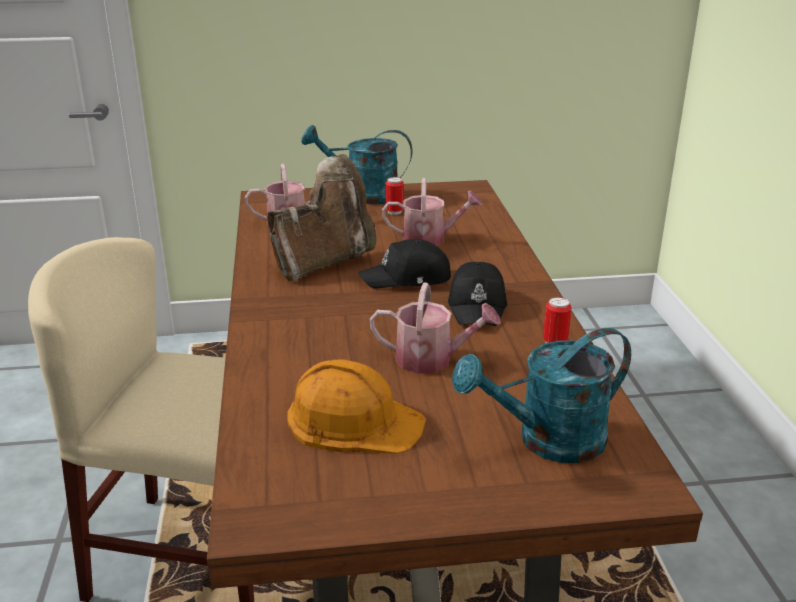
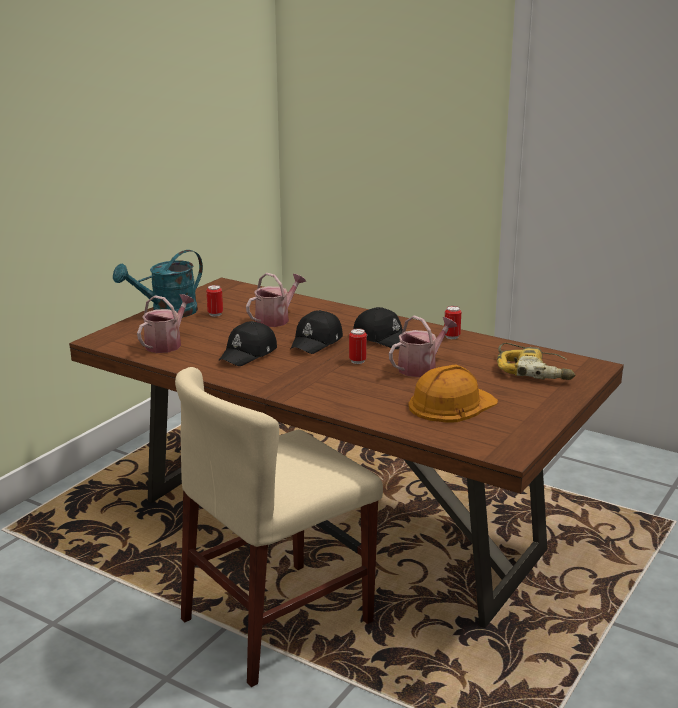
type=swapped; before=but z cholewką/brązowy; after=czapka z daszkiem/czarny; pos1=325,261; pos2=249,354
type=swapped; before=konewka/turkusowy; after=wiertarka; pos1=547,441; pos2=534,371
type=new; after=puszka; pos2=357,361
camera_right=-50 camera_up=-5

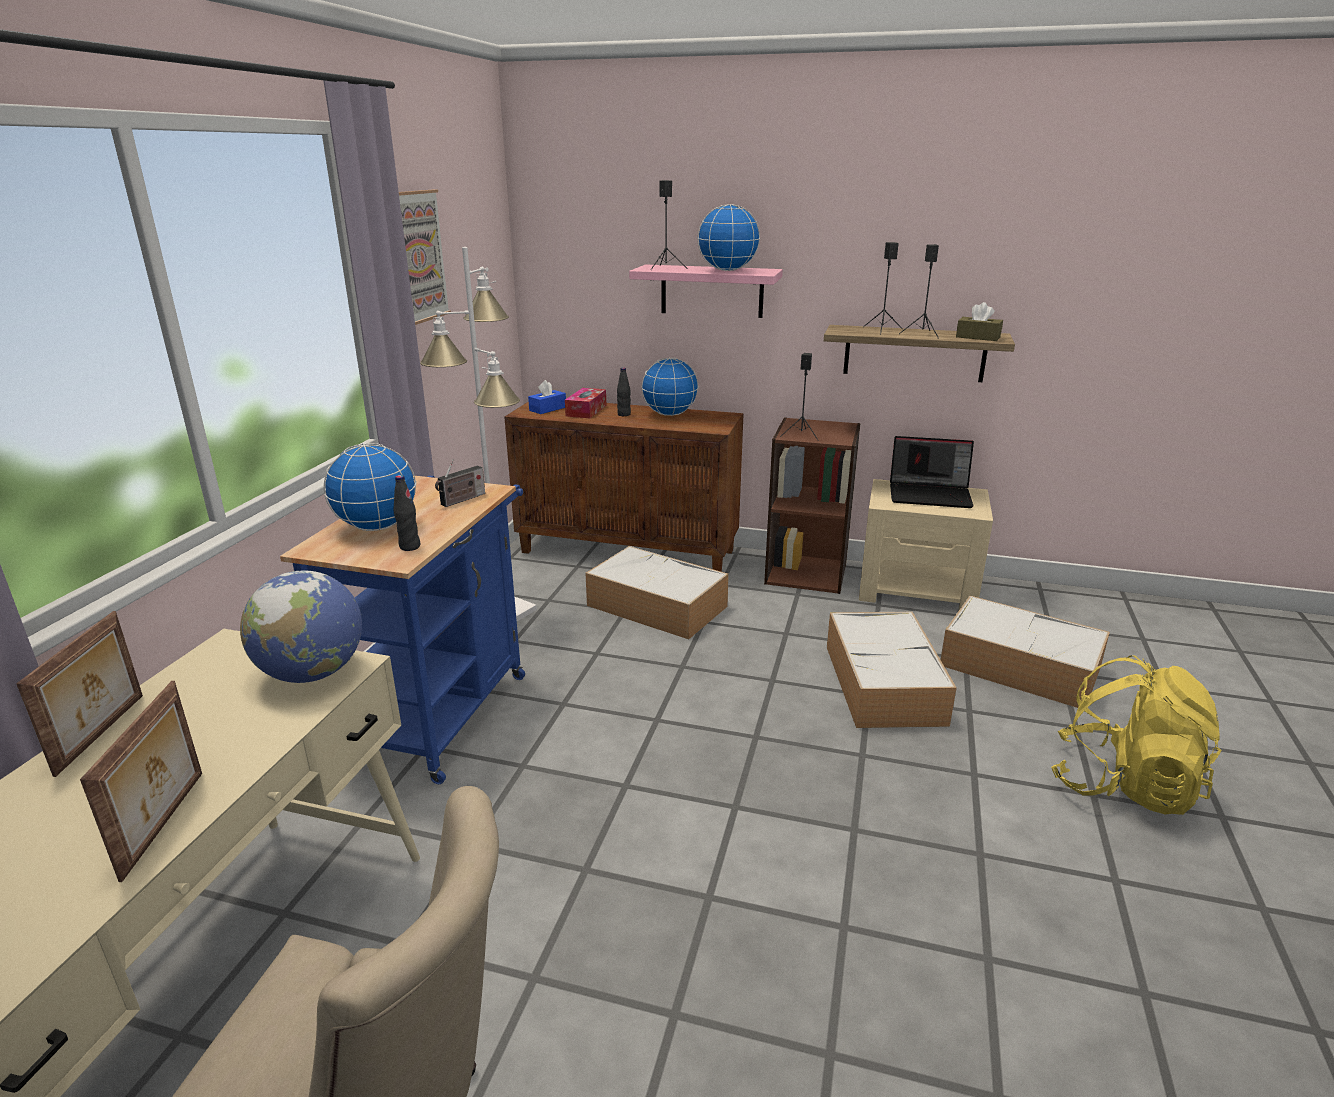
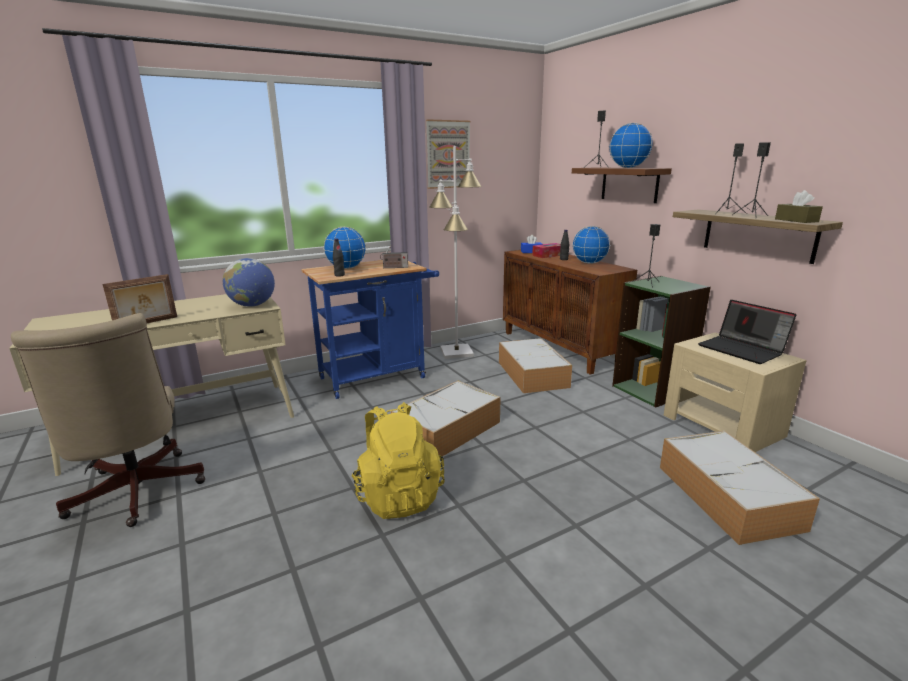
type=repainted; before=półka/różowy; after=półka/brązowy; pos1=712,291; pos2=629,184
type=repainted; before=regał/brązowy; after=regał/zielony; pos1=806,572; pos2=652,390
type=gone; before=ramka na zdjęcie; pos1=103,733
type=shifted; before=pojemnik do przechowywania; pos1=884,685; pos2=446,430
type=shifted; before=plecak/żółty; pos1=1123,785; pos2=398,495
camera_right=45 camera_up=-5

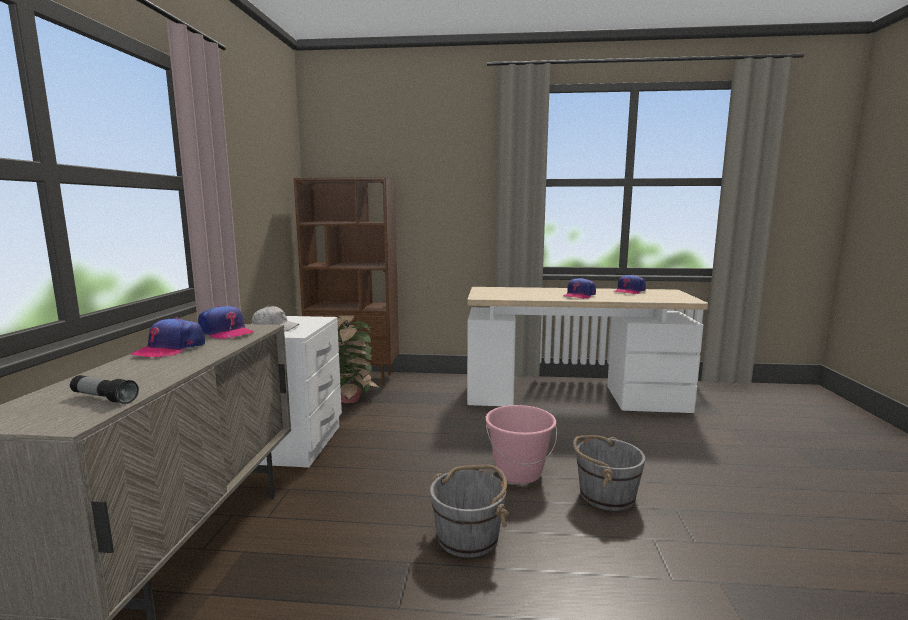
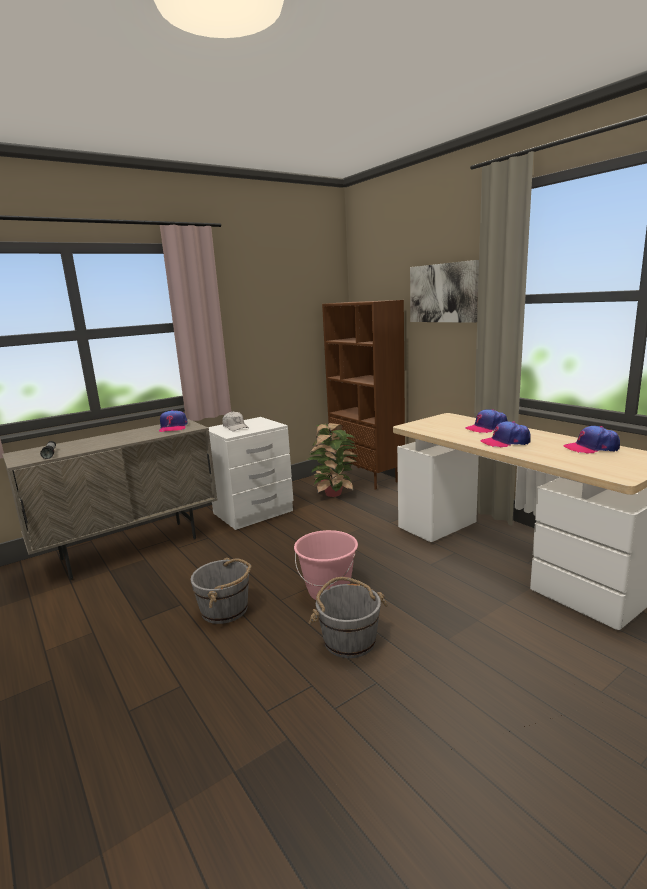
type=shifted; before=czapka z daszkiem; pos1=170,349; pos2=486,428
type=new; after=obraz; pos2=443,293
camera_right=50 camera_up=5

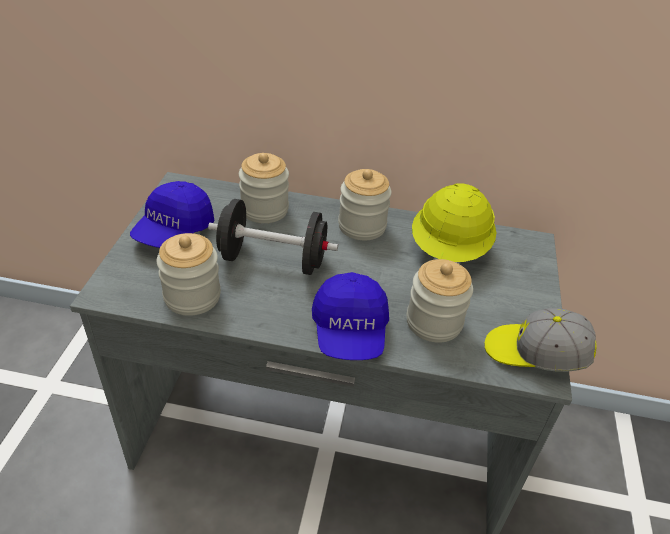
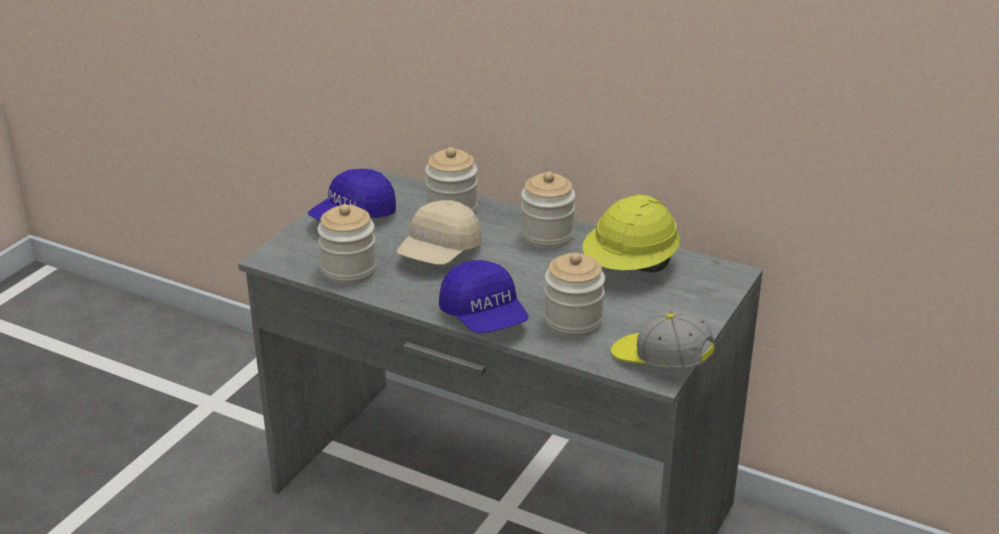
type=swapped; before=hantel/czarny; after=czapka z daszkiem/beżowy; pos1=273,260; pos2=439,253
type=rotated; before=czapka z daszkiem/niebieski; pos1=350,332; pos2=484,317; turn=-45
camera_right=20 camera_up=-10

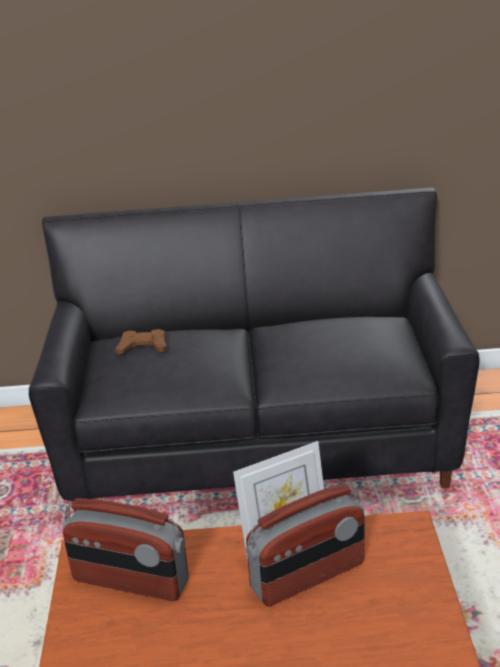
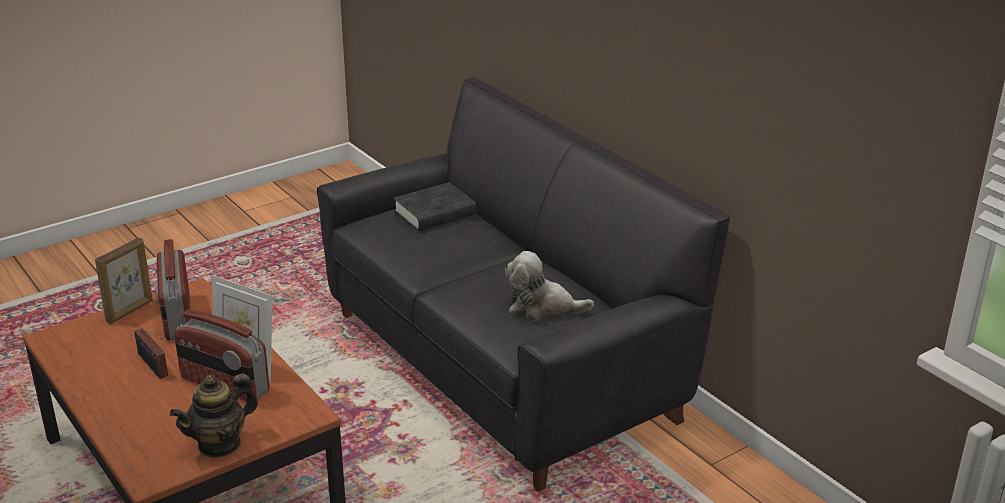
type=swapped; before=pad do gier/brązowy; after=książka/czarny; pos1=143,347; pos2=434,213
type=new; after=ramka na zdjęcie; pos2=130,311
type=new; after=pluszak; pos2=542,307
type=new; after=radio; pos2=153,366
type=new; after=imbryk; pos2=219,444
camera_right=55 camera_up=0

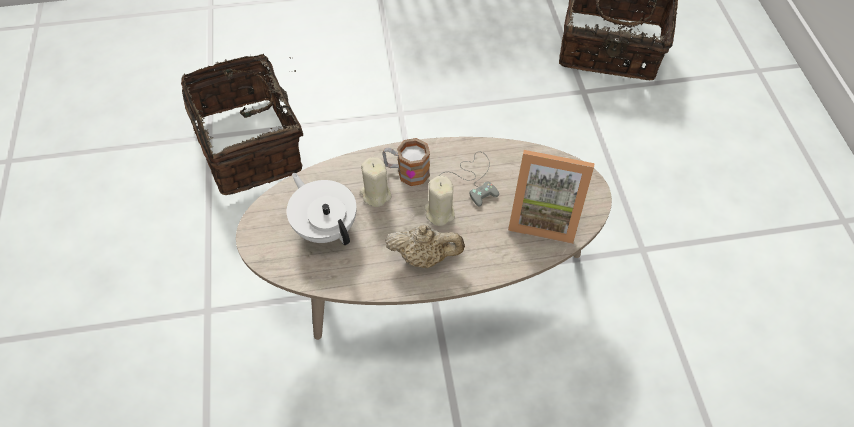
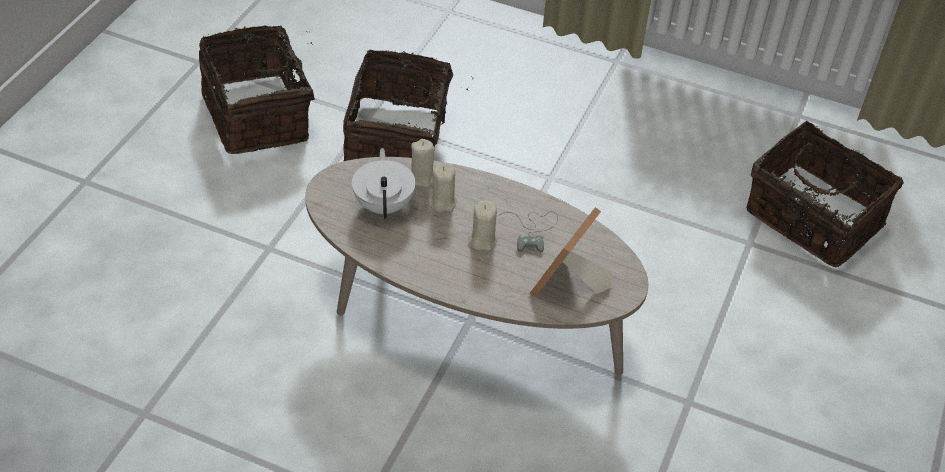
type=gone; before=kubek; pos1=406,172
type=rotated; before=ramka na zdjęcie; pos1=543,215; pos2=568,285; turn=75
type=gone; before=imbryk/beżowy; pos1=424,256
type=new; after=koszyk; pos2=260,115
type=new; after=świeca/beżowy; pos2=422,177
camera_right=30 camera_up=-10

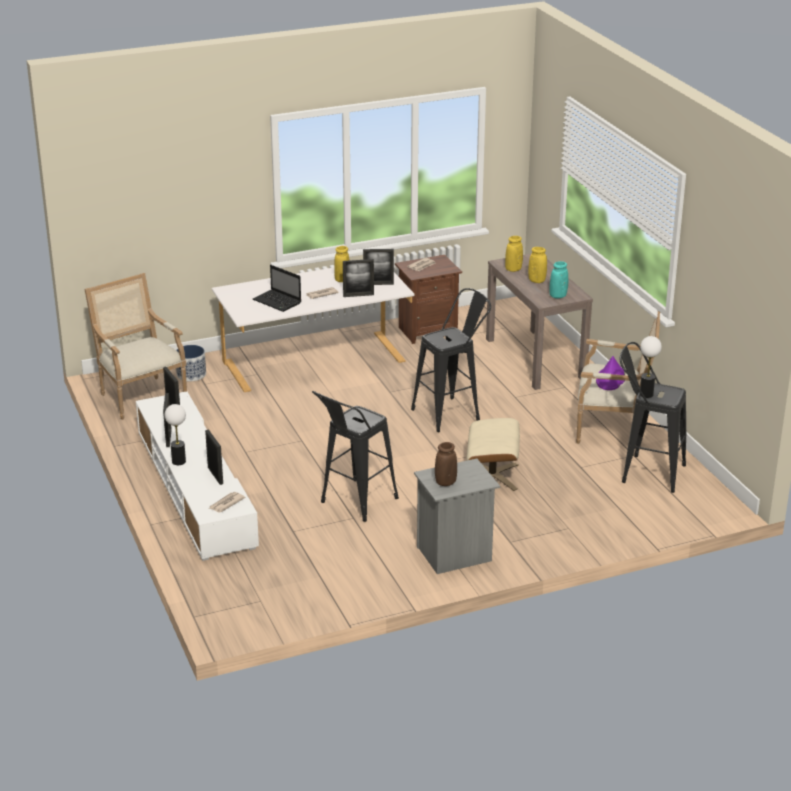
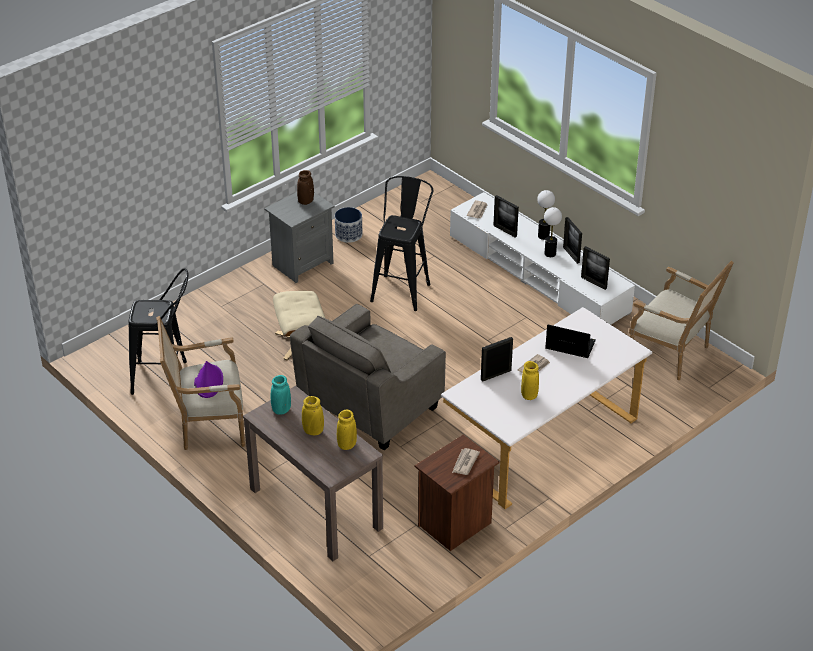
type=gone; before=ramka na zdjęcie; pos1=378,284
type=swapped; before=stołek/czarny; after=fotel/szary; pos1=452,413; pos2=369,406
type=shifted; before=lampa stołowa; pos1=646,394; pos2=550,253
type=shifted; before=donica; pos1=191,375; pos2=348,235
camera_right=160 camera_up=10

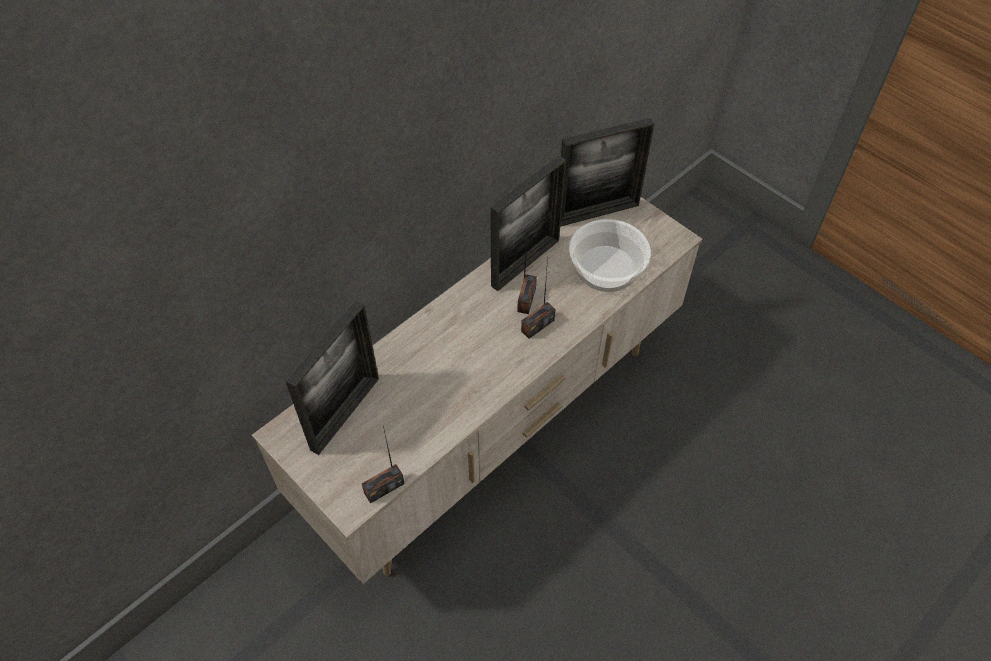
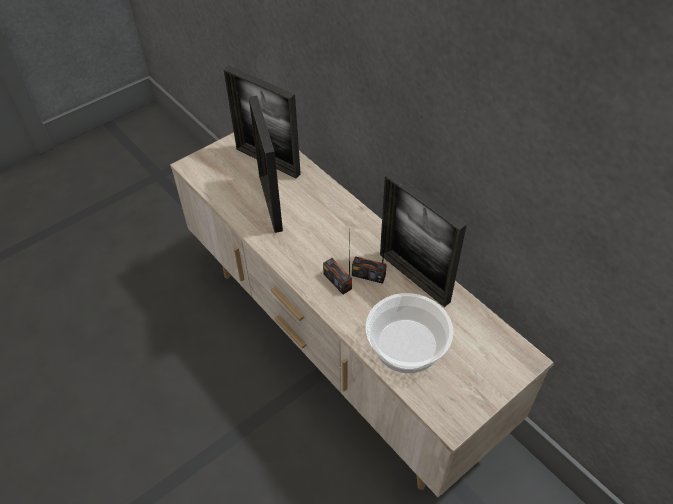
type=shifted; before=ramka na zdjęcie; pos1=597,213; pos2=270,203
type=gone; before=radio; pos1=384,488
camera_right=95 camera_up=-5

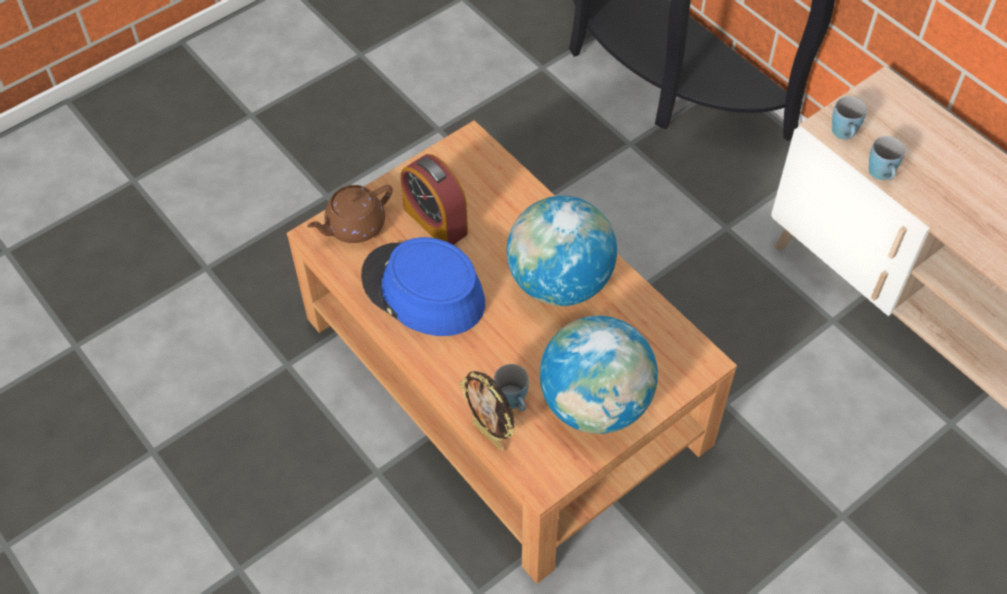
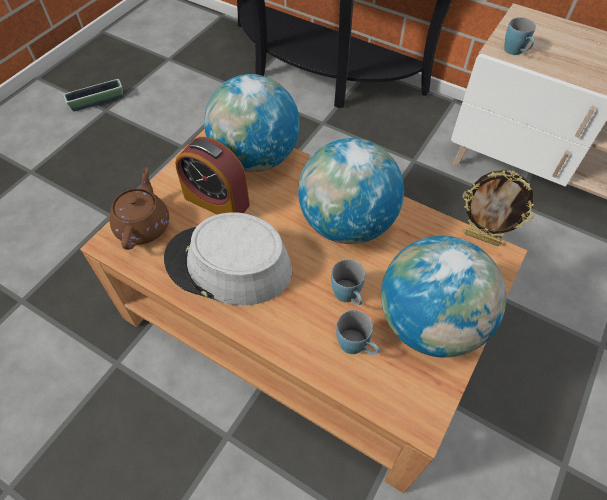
type=shifted; before=kubek/niebieski; pos1=882,175; pos2=348,297
type=rotated; before=imbryk/brązowy; pos1=354,226; pos2=143,225; turn=150
type=repainted; before=kapelusz/niebieski; after=kapelusz/szary; pos1=423,291; pos2=228,265
type=shifted; before=ramka na zdjęcie; pos1=489,436; pos2=481,238
type=new; after=globus; pos2=255,157
type=new; after=donica; pos2=97,101
camera_right=-20 camera_up=0

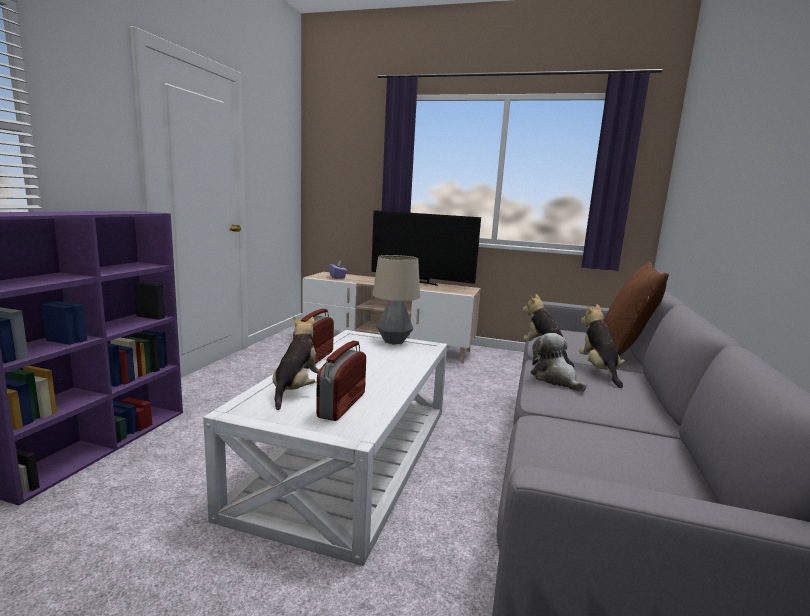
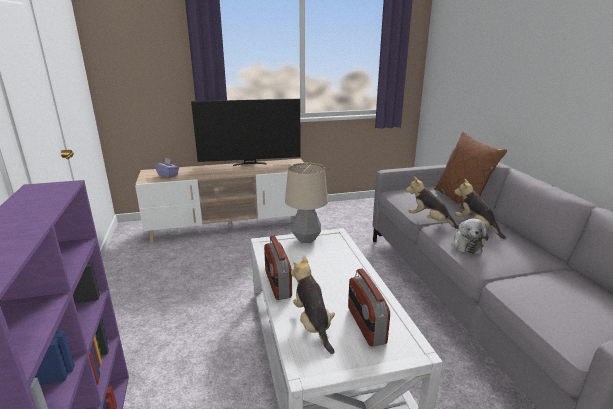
type=rotated; before=pluszak; pos1=555,379; pos2=466,245; turn=-120
camera_right=-30 camera_up=10

